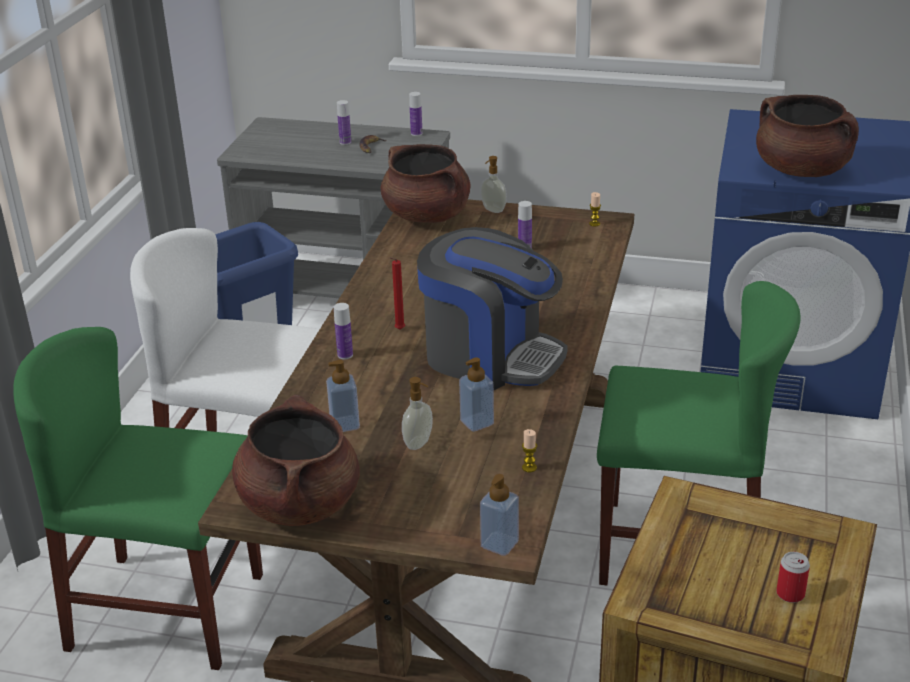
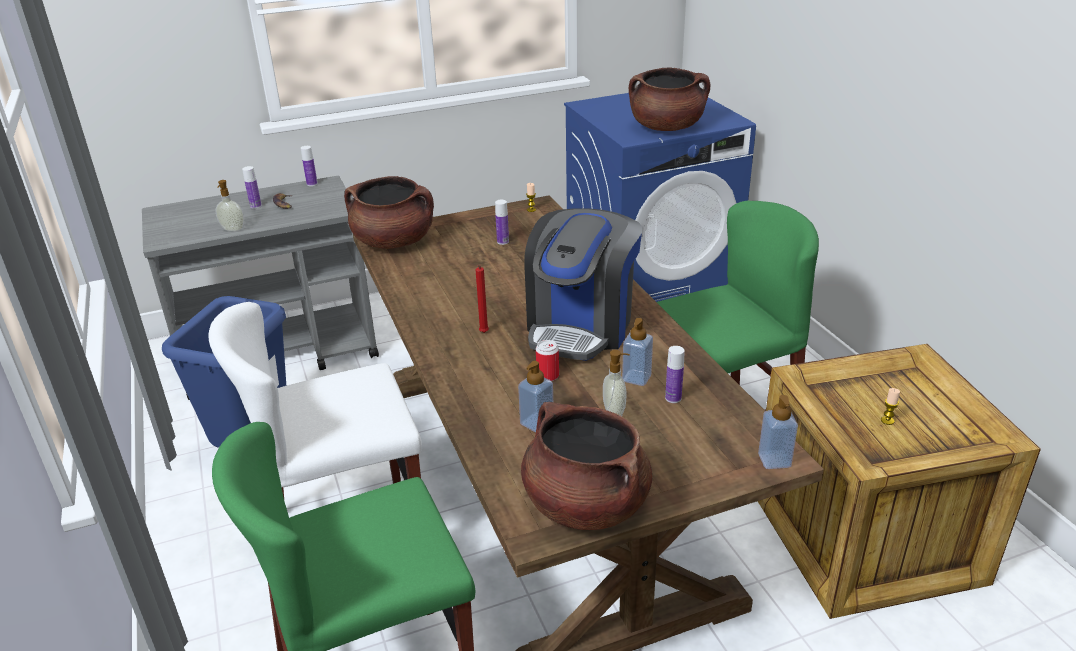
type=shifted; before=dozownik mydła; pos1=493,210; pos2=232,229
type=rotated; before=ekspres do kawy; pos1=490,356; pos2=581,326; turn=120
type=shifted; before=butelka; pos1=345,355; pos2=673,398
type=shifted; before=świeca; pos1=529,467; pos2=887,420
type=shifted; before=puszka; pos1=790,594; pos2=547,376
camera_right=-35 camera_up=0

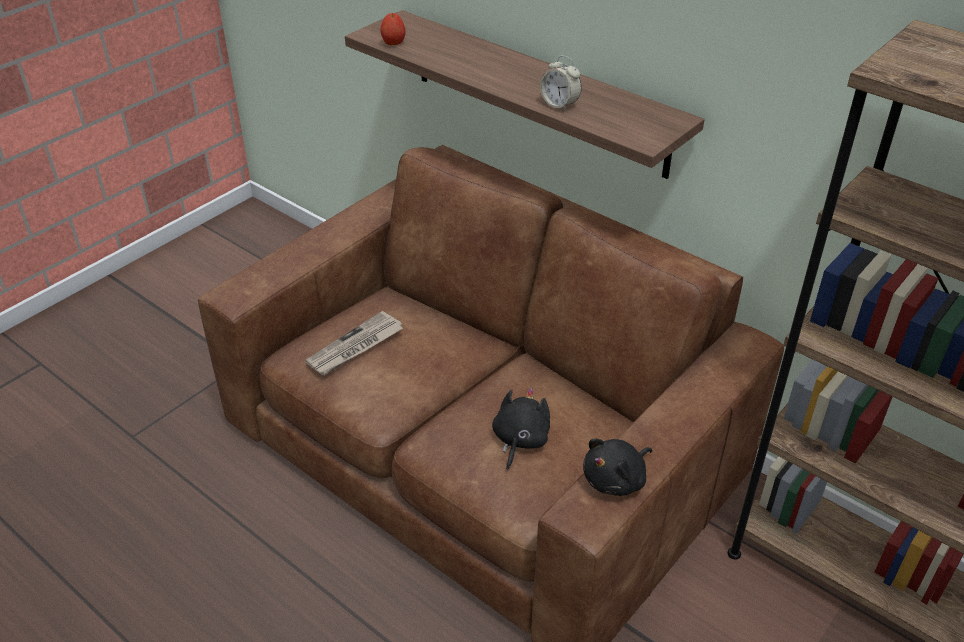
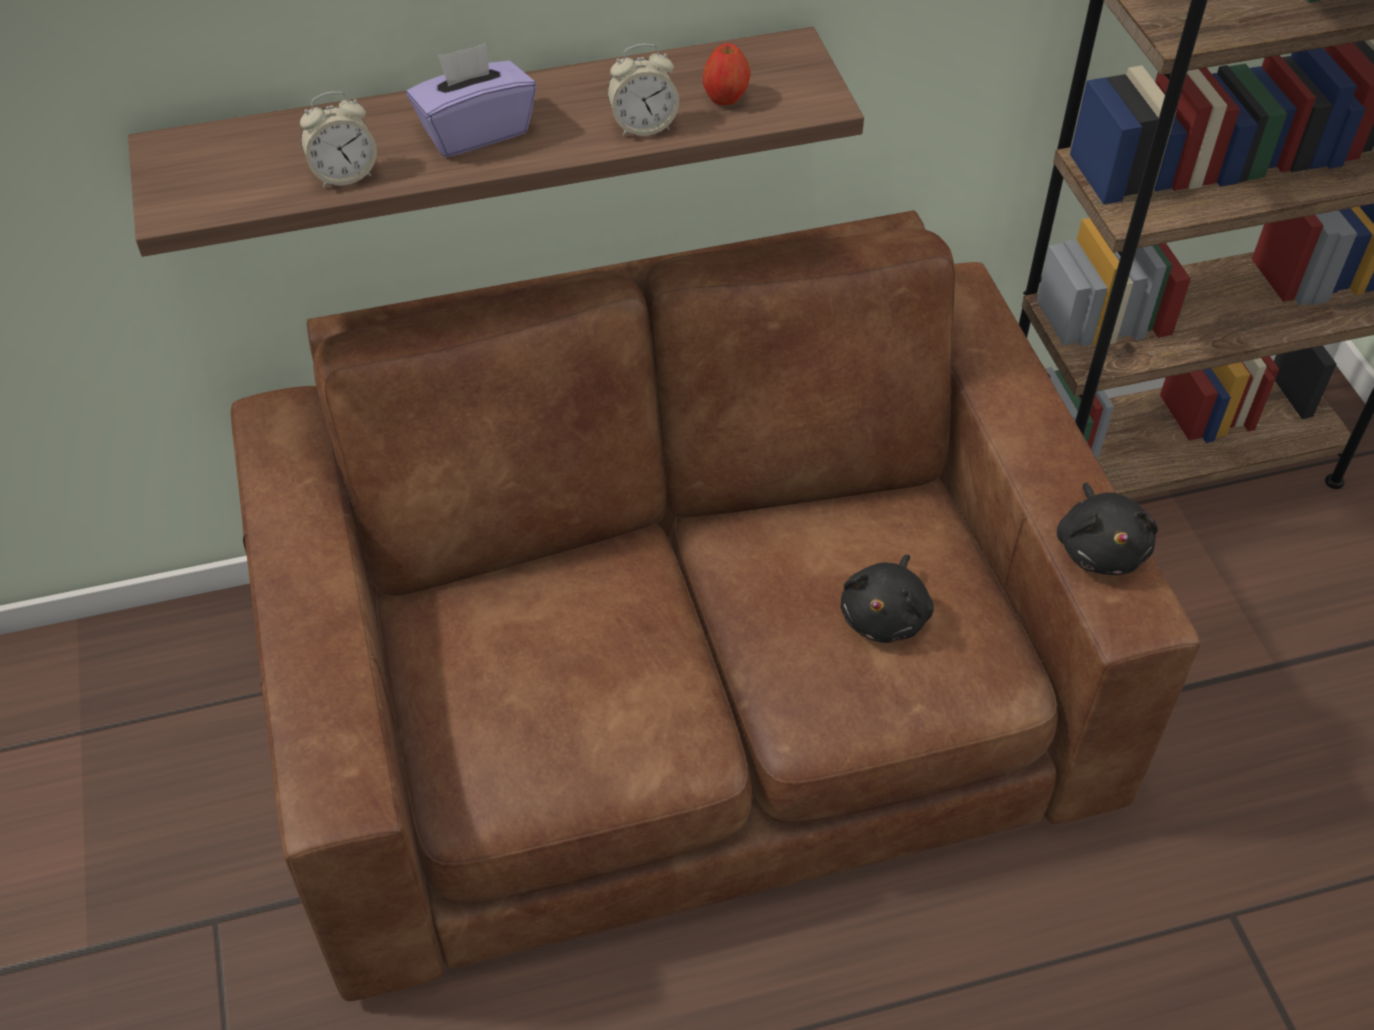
type=shifted; before=jabłko; pos1=393,43; pos2=726,98
type=gone; before=gazeta; pos1=355,347
type=rotated; before=pluszak/czarny; pos1=519,440; pos2=885,615; turn=-120
type=new; after=pudełko chusteczek/fioletowy; pos2=475,131
type=new; after=budzik; pos2=344,175
camera_right=-55 camera_up=10

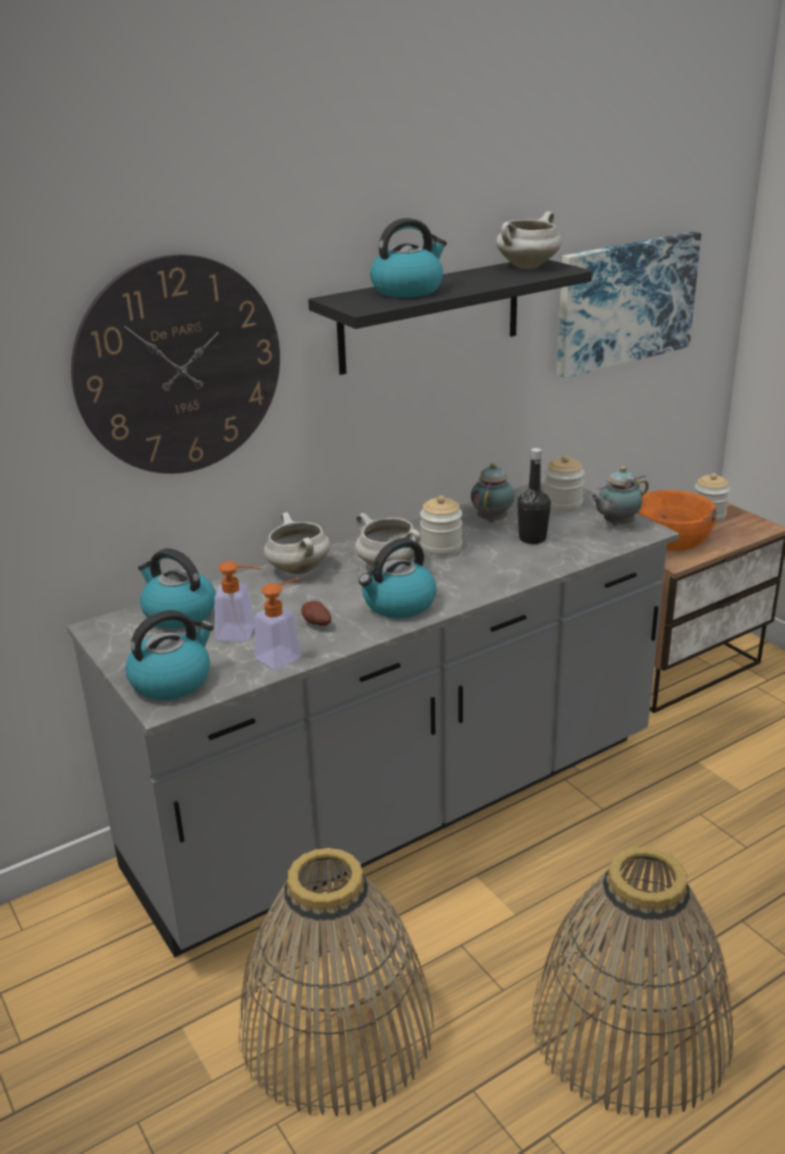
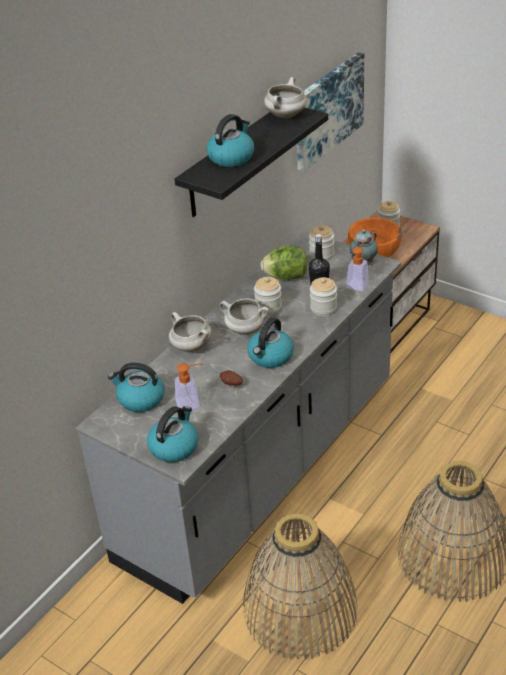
type=gone; before=zegar ścienny; pos1=179,366
type=swapped; before=imbryk; after=sałata; pos1=493,519; pos2=286,277
type=shifted; before=dozownik mydła; pos1=284,655; pos2=359,283
type=new; after=słoik; pos2=323,308
camera_right=-20 camera_up=10

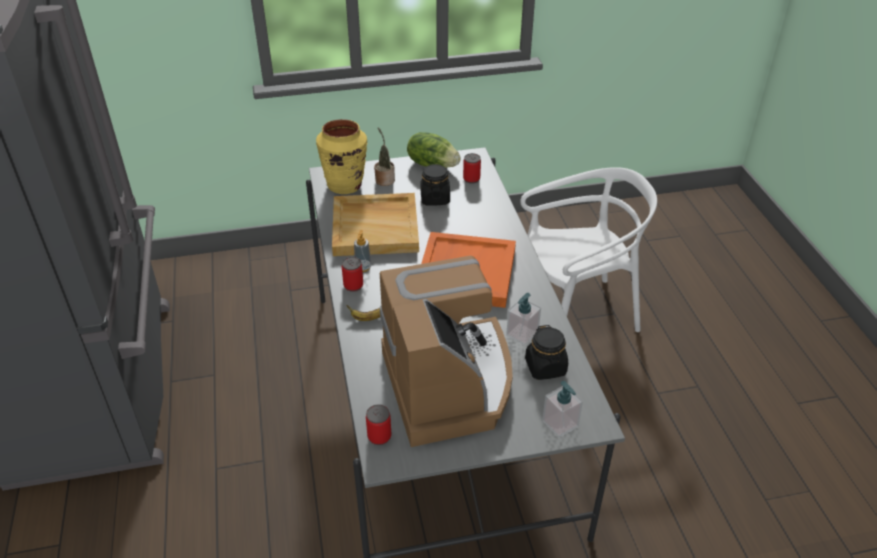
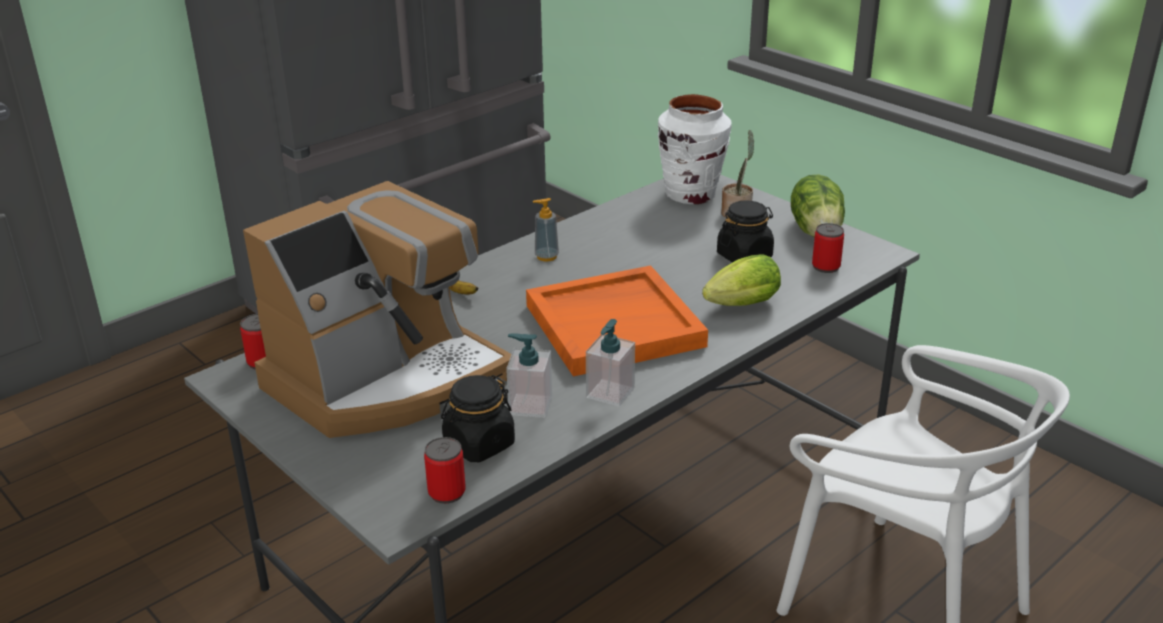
type=repainted; before=wazon/żółty; after=wazon/biały; pos1=345,185; pos2=691,194
type=gone; before=taca/beżowy; pos1=376,227
type=shifted; before=puszka; pos1=353,285; pos2=447,492
type=shifted; before=dozownik mydła; pos1=560,424; pos2=610,393
type=new; after=sałata; pos2=739,306
camera_right=60 camera_up=-10

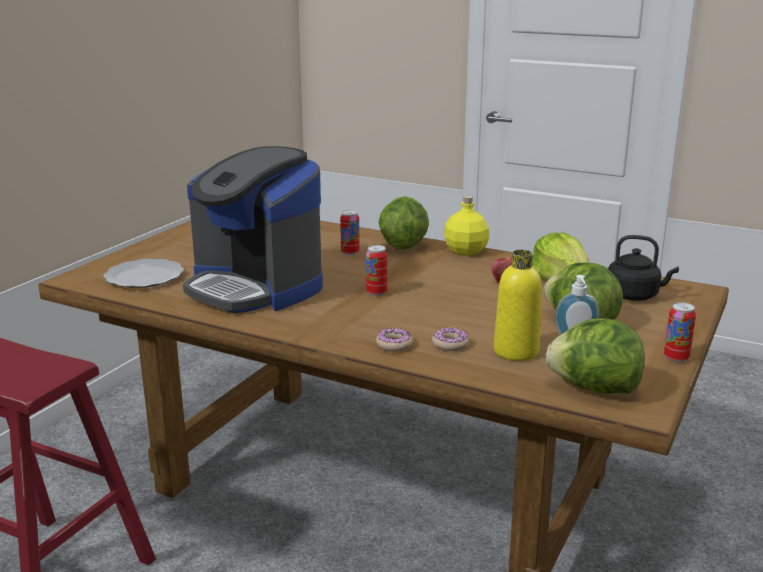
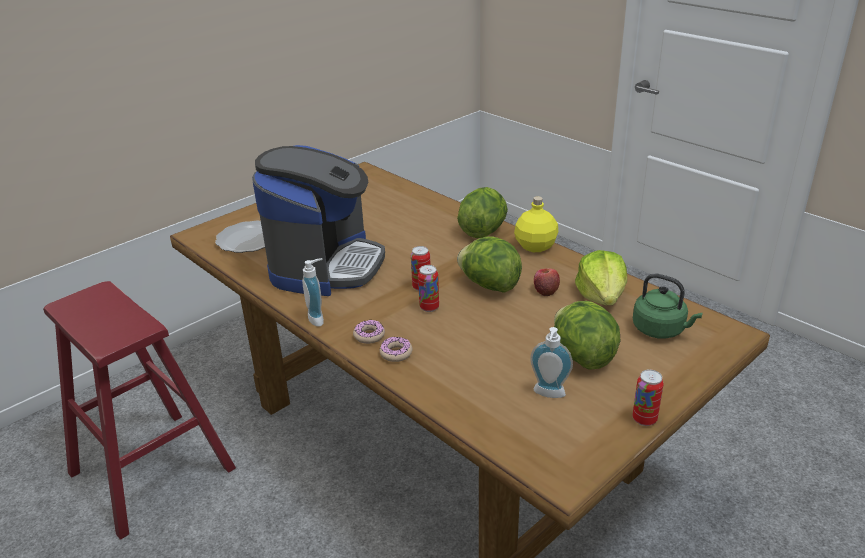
type=rotated; before=ekspres do kawy; pos1=255,288; pos2=326,265; turn=-135
type=shifted; before=puszka; pos1=350,253; pos2=429,307
type=repainted; before=czajnik/czarny; after=czajnik/zielony; pos1=635,296; pos2=661,330
type=gone; before=butelka/żółty; pos1=516,351
type=shifted; before=sałata; pos1=594,388; pos2=489,285
type=shifted; before=donut; pos1=450,344; pos2=369,335
type=new; after=dozownik mydła; pos2=319,318
camera_right=20 camera_up=10

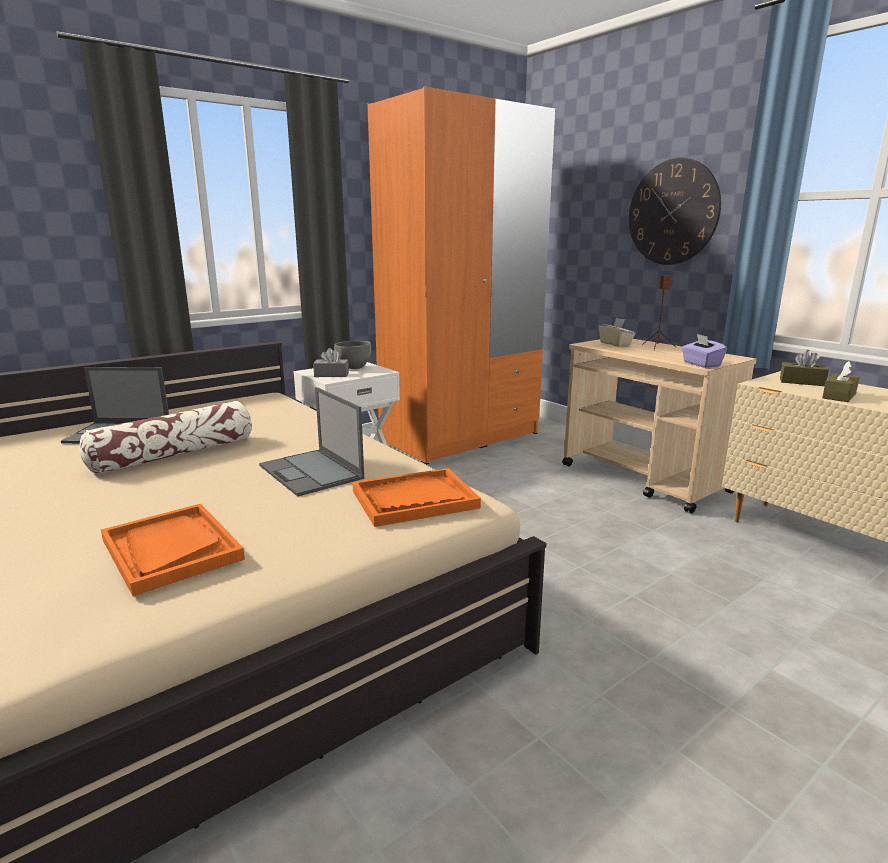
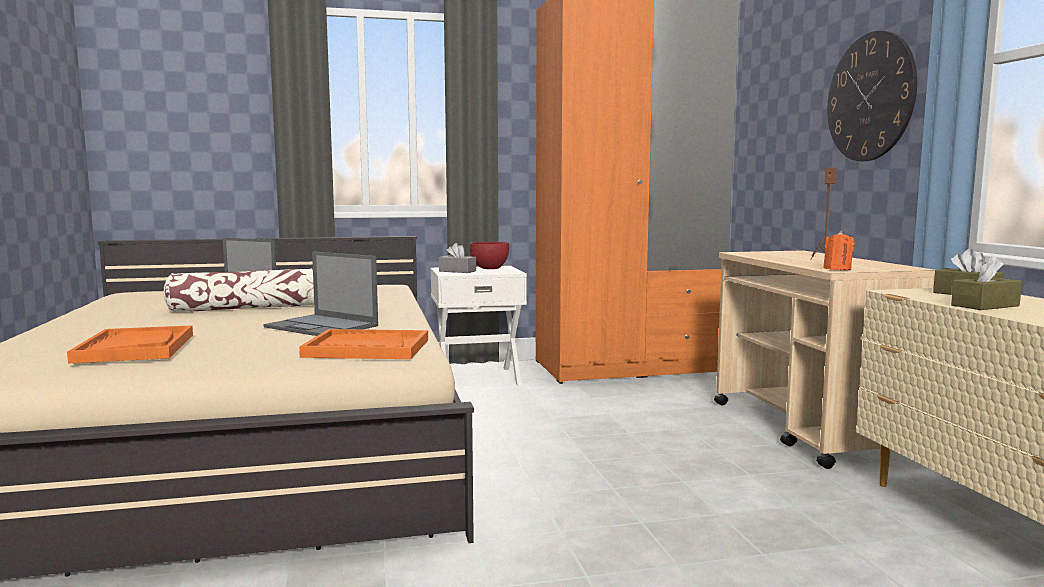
type=gone; before=pudełko chusteczek/beżowy; pos1=615,344
type=swapped; before=pudełko chusteczek/fioletowy; after=świeca/pomarańczowy; pos1=701,364; pos2=837,269
type=repainted; before=miska/szary; after=miska/czerwony; pos1=353,367; pos2=489,268
type=rotated; before=laptop; pos1=312,472; pos2=322,326; turn=-45
camera_right=25 camera_up=-10

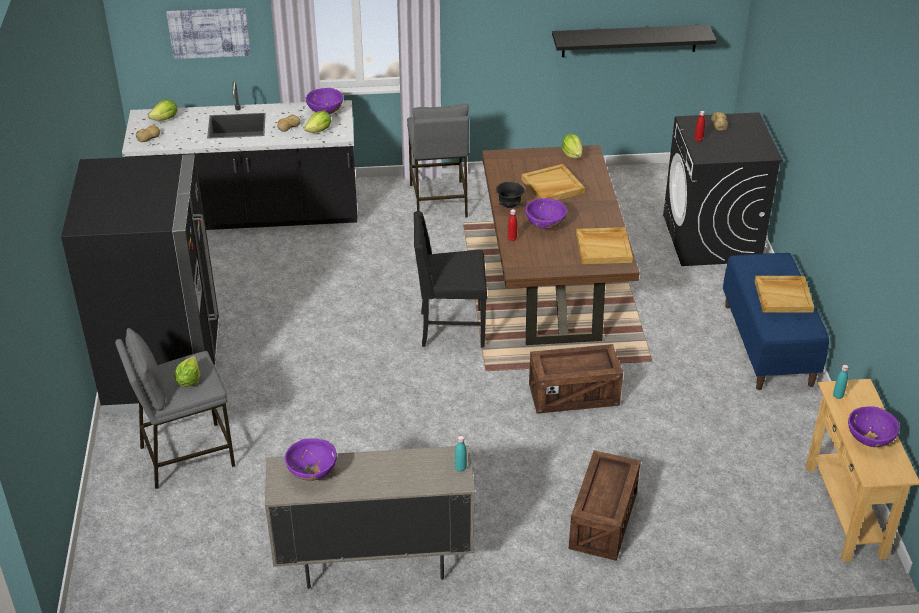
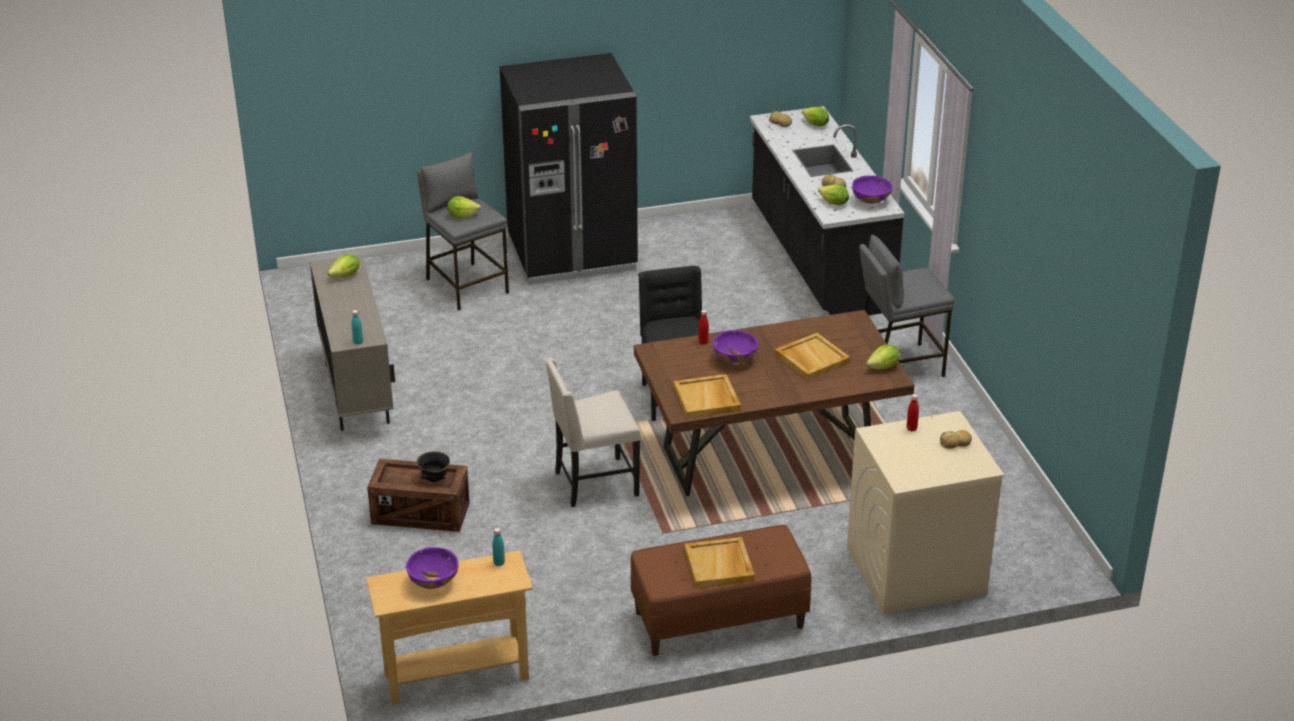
type=gone; before=obraz; pos1=209,32
type=gone; before=półka/czarny; pos1=629,40
type=repainted; before=pralka/czarny; after=pralka/beżowy; pos1=711,238; pos2=915,571
type=shifted; before=miska/czarny; pos1=510,206; pos2=434,479
type=repainted; before=ławka/niebieski; after=ławka/brązowy; pos1=768,344; pos2=718,620
type=swapped; before=skrzynka; after=krzesło/beżowy; pos1=573,395; pos2=594,484
type=swapped; before=miska/fioletowy; after=sałata; pos1=312,473; pos2=345,276
camera_right=80 camera_up=-5

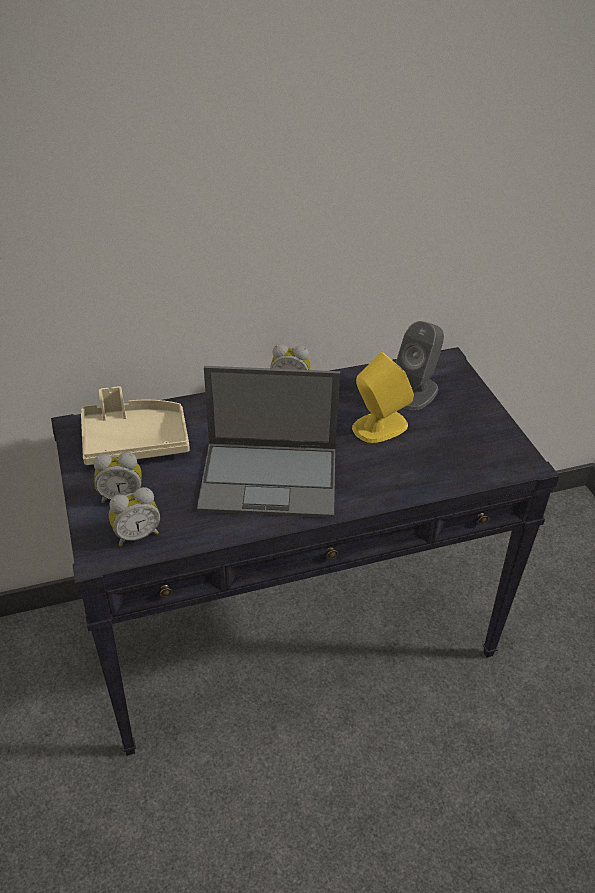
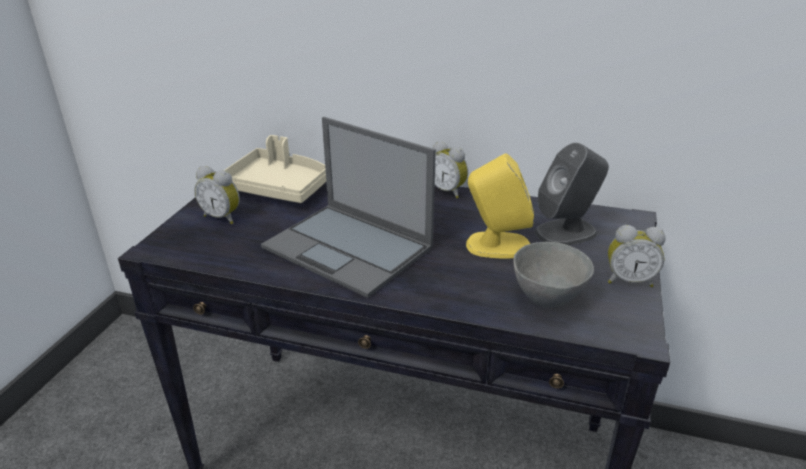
type=shifted; before=budzik; pos1=136,534; pos2=628,280
type=new; after=miska/szary; pos2=547,300
camera_right=35 camera_up=-10

